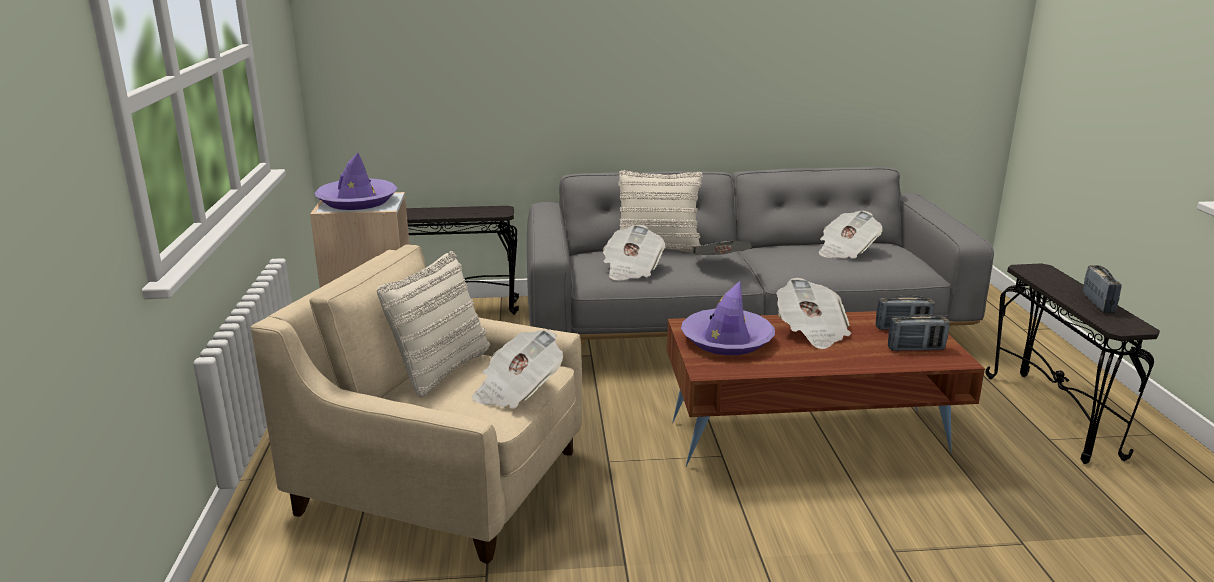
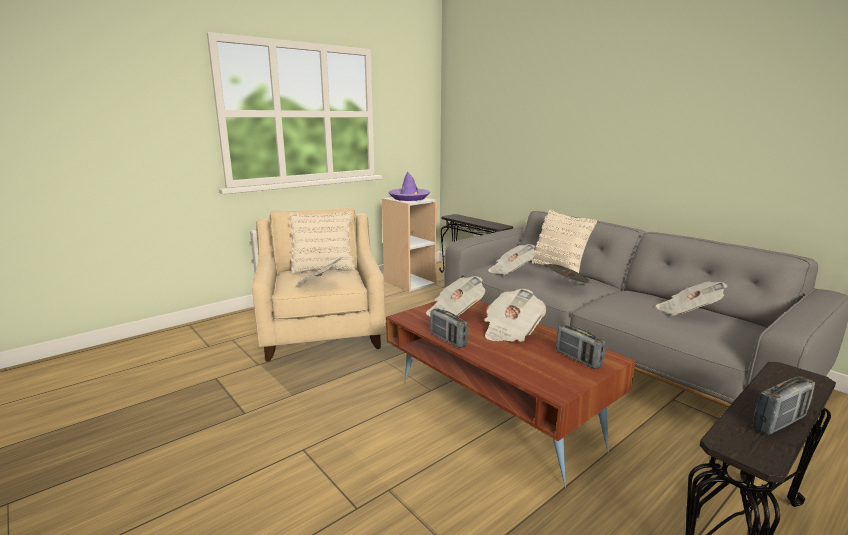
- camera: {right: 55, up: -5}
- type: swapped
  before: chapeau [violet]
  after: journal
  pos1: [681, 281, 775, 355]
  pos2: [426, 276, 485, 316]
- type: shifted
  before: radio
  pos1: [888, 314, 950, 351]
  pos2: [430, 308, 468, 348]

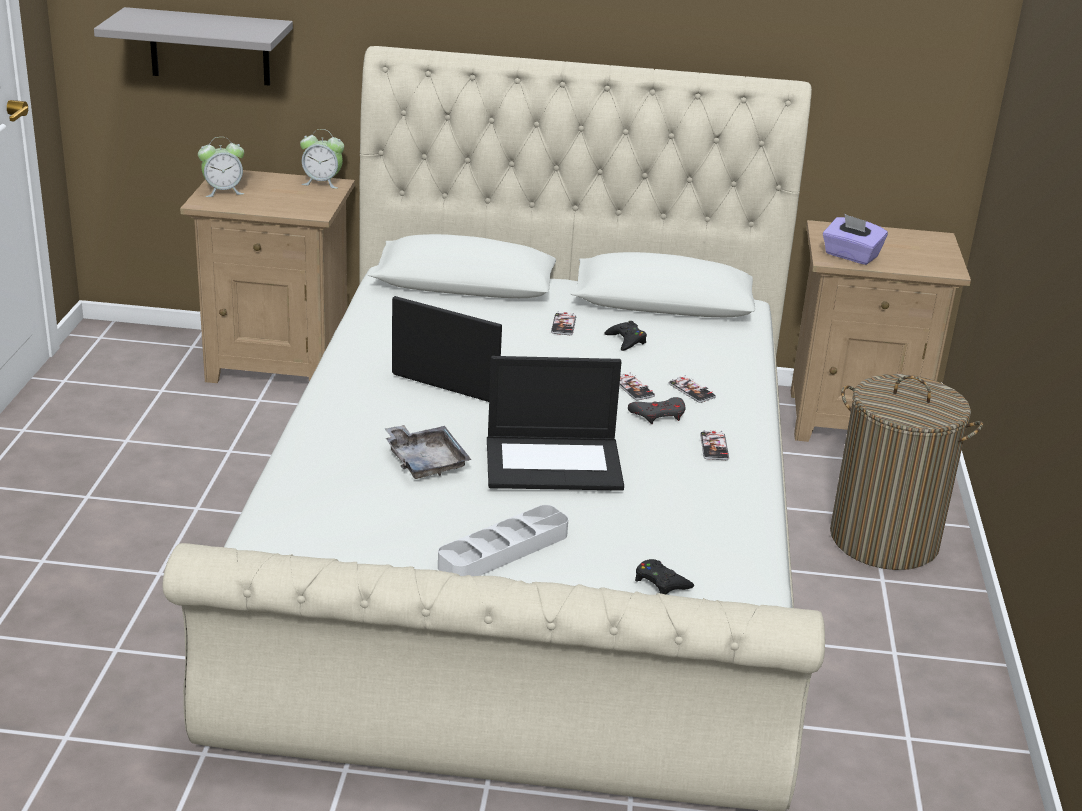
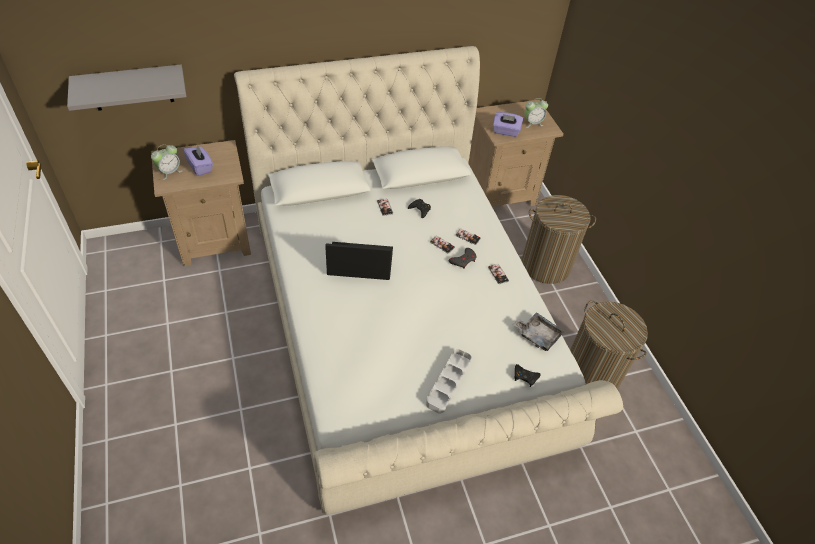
- camera: {right: -25, up: 20}
- type: shifted
  before: réveil
  pos1: [300, 129, 344, 189]
  pos2: [524, 98, 548, 128]
- type: shifted
  before: plateau [gris]
  pos1: [384, 425, 471, 479]
  pos2: [513, 312, 565, 351]
- type: gone
  before: ordinateur portable
  pos1: [487, 356, 624, 491]
- type: new
  after: boîte à mouchoirs [violet]
  pos2: [183, 144, 213, 176]
- type: new
  after: panier à linge
  pos2: [570, 301, 648, 389]

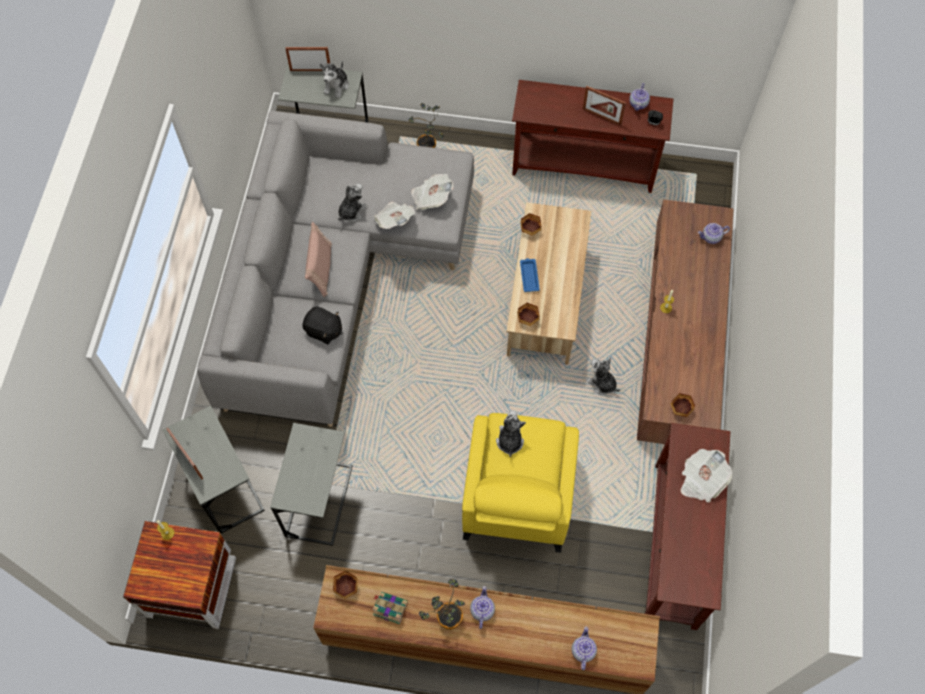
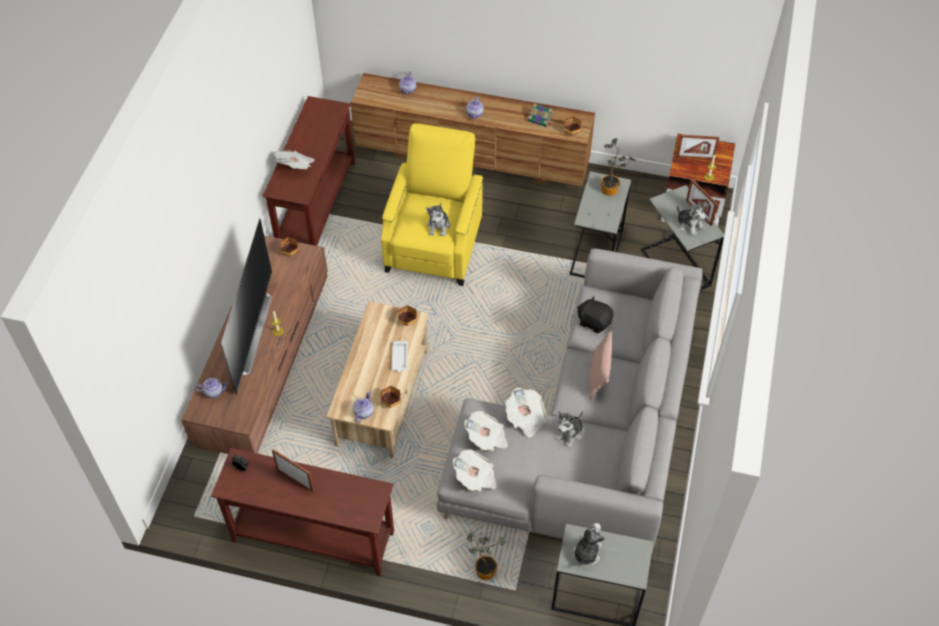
- camera: {right: -175, up: -10}
- type: shifted
  before: cadre photo
  pos1: [285, 47, 330, 71]
  pos2: [676, 135, 719, 159]
- type: shifted
  before: plante en pot
  pos1: [419, 579, 465, 629]
  pos2: [601, 138, 636, 196]
- type: repainted
  before: plateau [bleu]
  after: plateau [blanc]
  pos1: [520, 258, 540, 292]
  pos2: [392, 341, 408, 372]
- type: shifted
  before: peluche
  pos1: [586, 358, 620, 395]
  pos2: [677, 202, 706, 236]
- type: shifted
  before: théière
  pos1: [629, 83, 650, 111]
  pos2: [353, 391, 374, 422]
- type: new
  after: téléviseur
  pos2: [221, 219, 272, 394]
- type: new
  after: journal
  pos2: [453, 449, 496, 491]

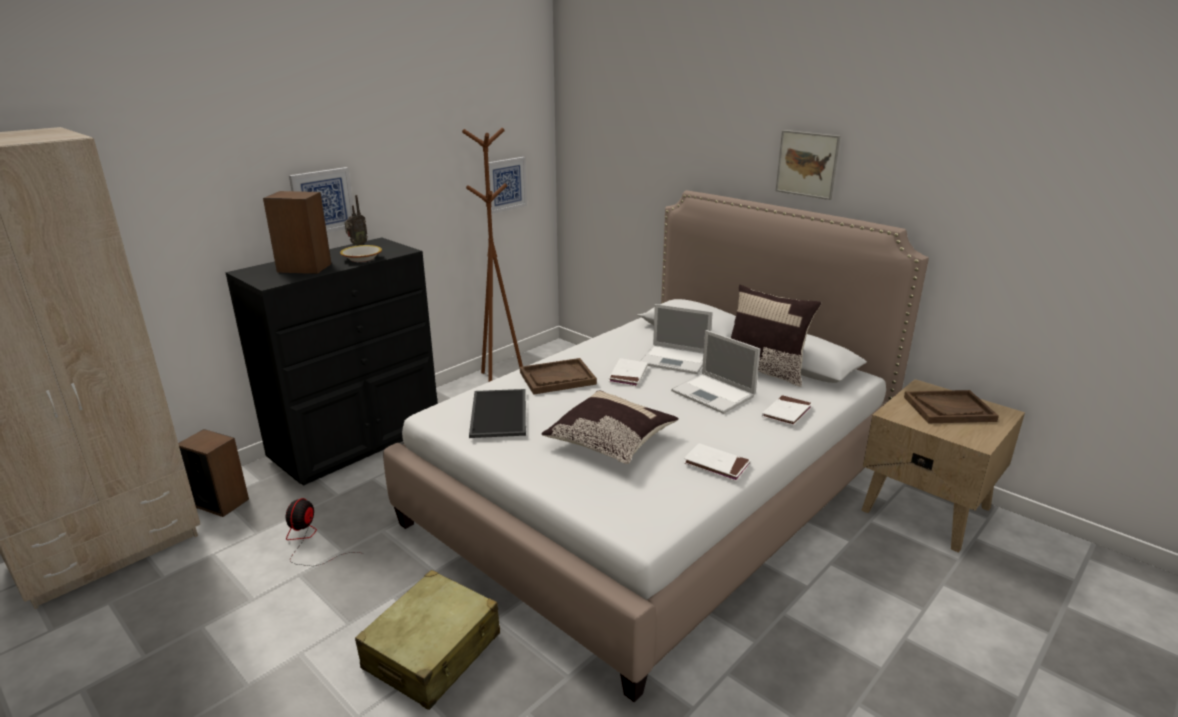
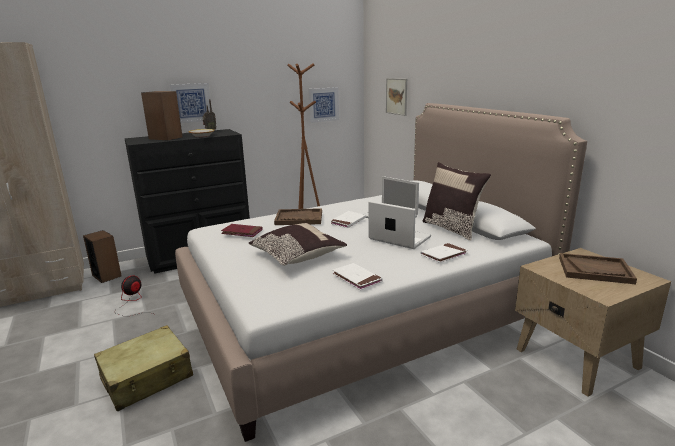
- camera: {right: 20, up: -5}
- type: swapped
  before: plateau
  after: livre [rouge]
  pos1: [469, 389, 526, 438]
  pos2: [221, 224, 263, 237]
- type: rotated
  before: ordinateur portable
  pos1: [671, 330, 760, 414]
  pos2: [368, 201, 431, 249]
  turn: 150
- type: shifted
  before: tableau
  pos1: [775, 130, 841, 200]
  pos2: [386, 78, 407, 116]

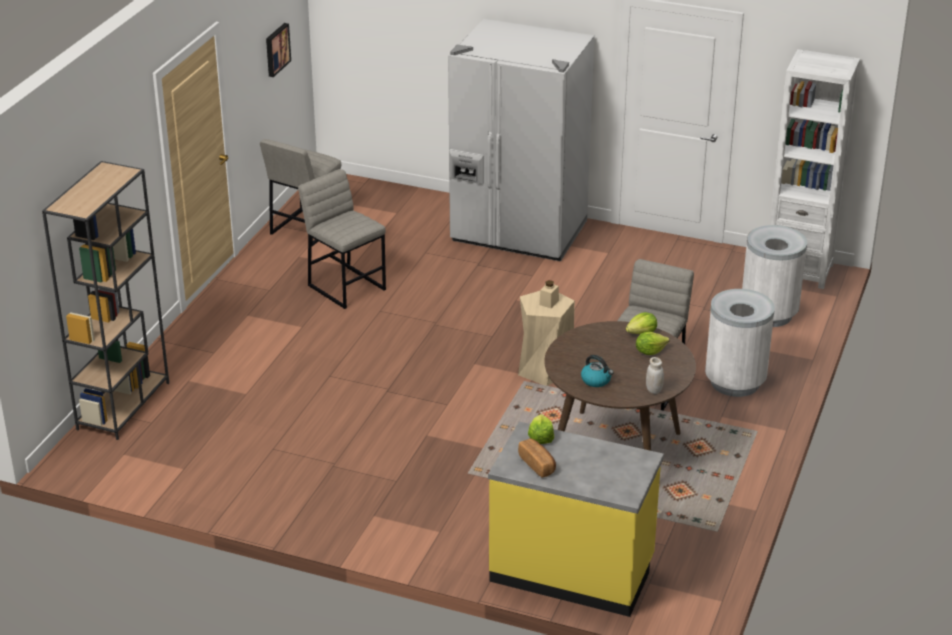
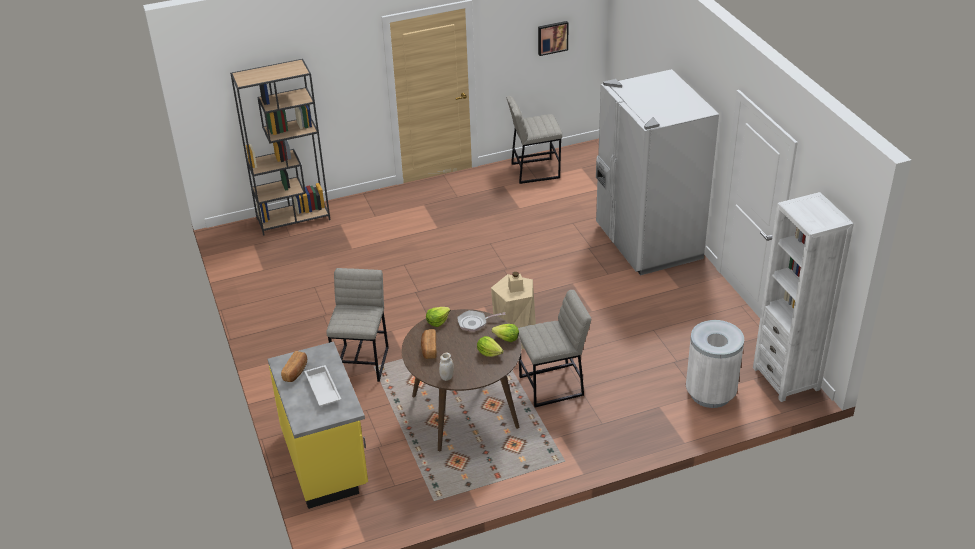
- camera: {right: 50, up: 5}
- type: shifted
  before: chaise [gris]
  pos1: [298, 169, 386, 309]
  pos2: [326, 268, 389, 382]
- type: shifted
  before: laitue
  pos1: [528, 414, 554, 444]
  pos2: [426, 307, 451, 327]
- type: swapped
  before: bouilloire
  after: pain
  pos1: [581, 355, 614, 387]
  pos2: [421, 329, 437, 359]
- type: gone
  before: poubelle [blanc]
  pos1: [705, 289, 775, 397]
- type: new
  after: plateau [blanc]
  pos2: [304, 365, 341, 406]
- type: new
  after: poêle
  pos2: [458, 310, 506, 332]

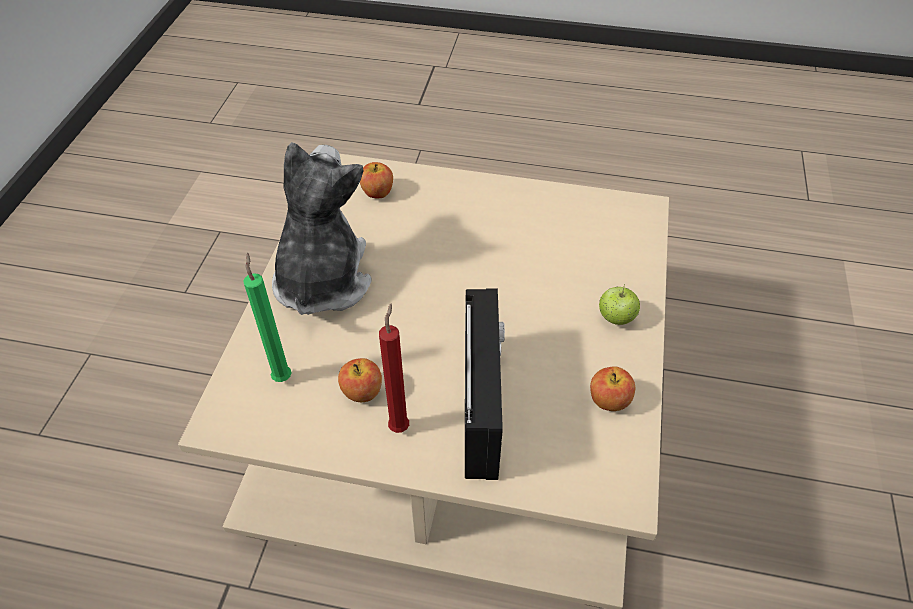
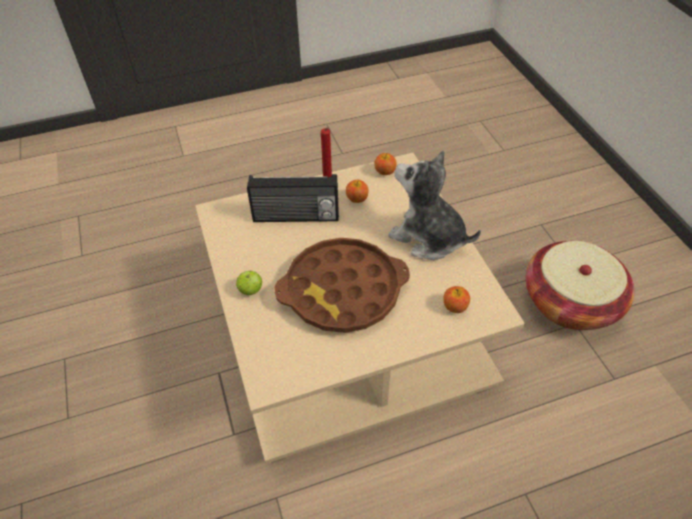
- camera: {right: 150, up: 0}
- type: gone
  before: bougie [vert]
  pos1: [243, 253, 292, 382]
- type: rotated
  before: peluche
  pos1: [272, 142, 371, 315]
  pos2: [388, 150, 481, 260]
  turn: 150
- type: rotated
  before: radio
  pos1: [465, 288, 505, 480]
  pos2: [247, 174, 339, 222]
  turn: -60
- type: shifted
  before: pomme
  pos1: [590, 366, 635, 411]
  pos2: [374, 153, 397, 175]
- type: new
  after: plateau [marron]
  pos2: [274, 238, 410, 333]
- type: new
  after: panier
  pos2: [526, 241, 635, 330]

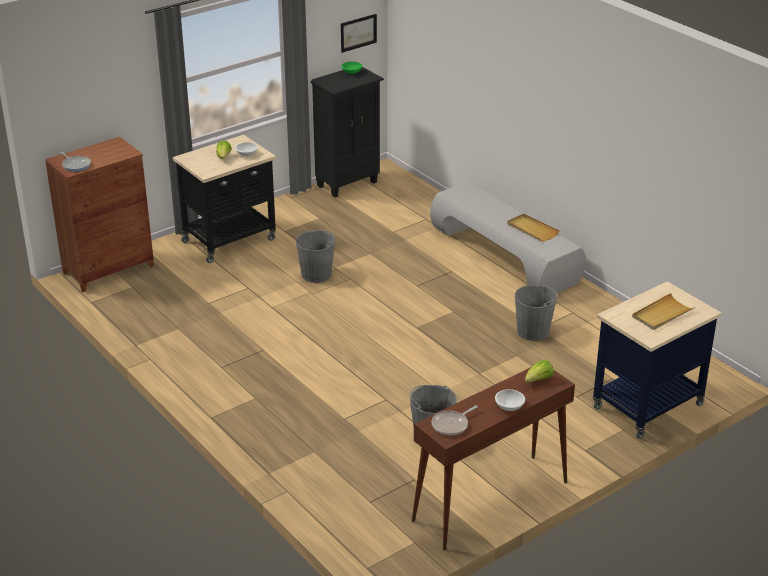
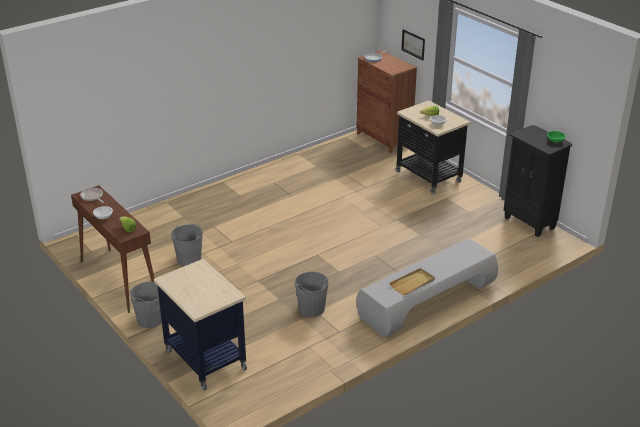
- camera: {right: 90, up: 0}
- type: shifted
  before: seau [gris]
  pos1: [296, 230, 335, 283]
  pos2: [130, 282, 162, 328]
- type: shifted
  before: tableau
  pos1: [341, 14, 377, 53]
  pos2: [401, 29, 425, 60]
- type: gone
  before: plateau [beige]
  pos1: [632, 293, 695, 330]

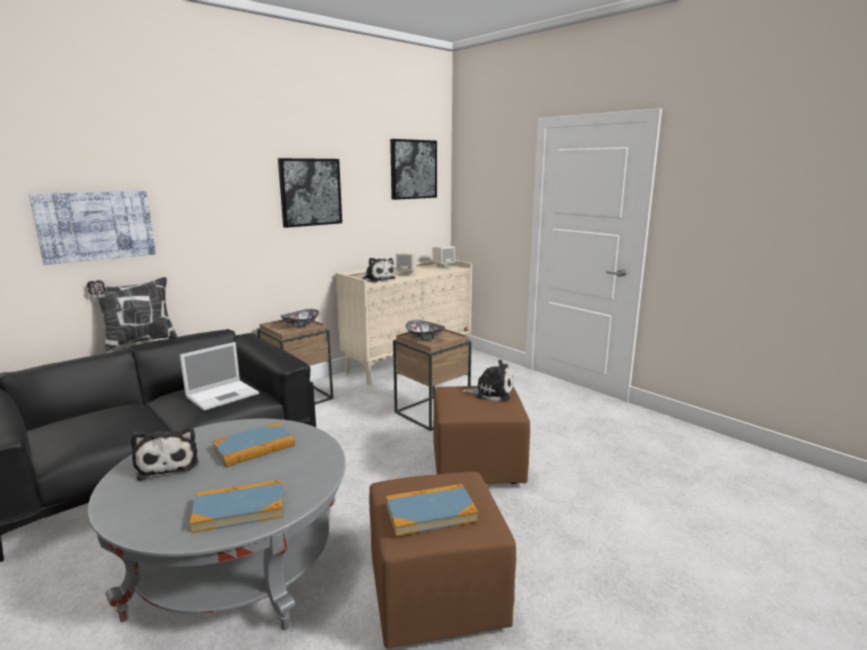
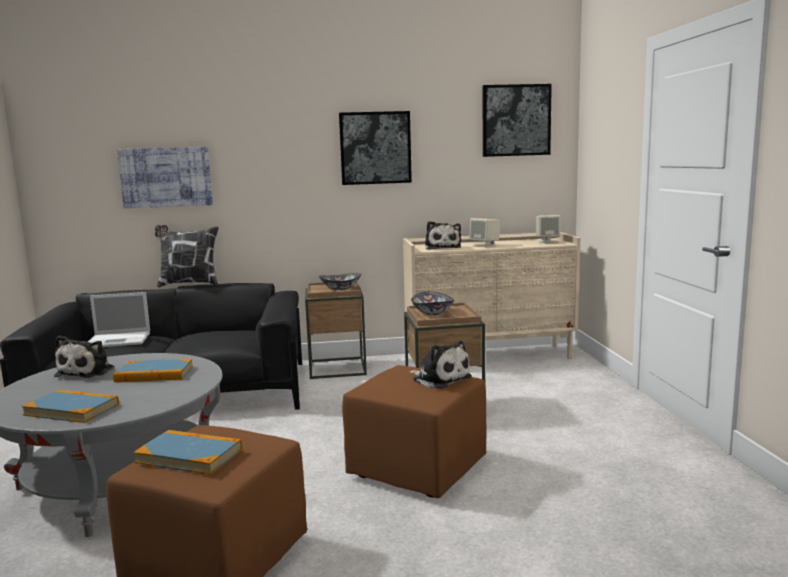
- camera: {right: 35, up: -5}
- type: shifted
  before: ordinateur portable
  pos1: [180, 342, 259, 411]
  pos2: [88, 292, 150, 347]

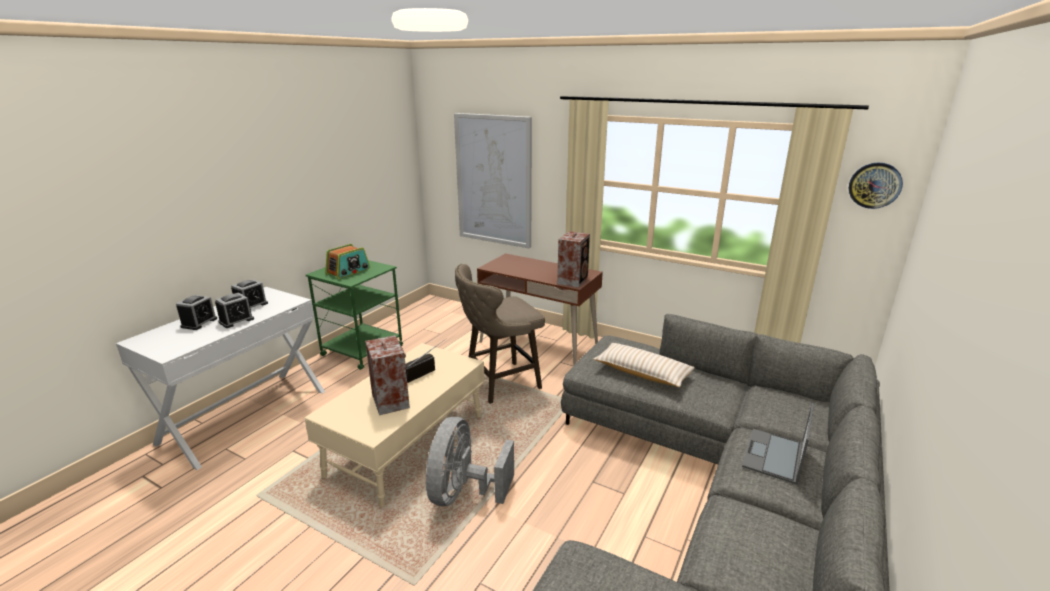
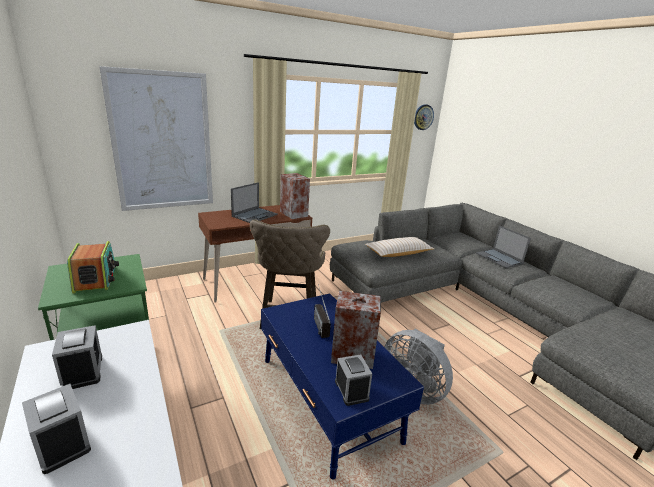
- camera: {right: -60, up: 0}
- type: shifted
  before: réveil
  pos1: [215, 292, 254, 328]
  pos2: [335, 355, 372, 406]
- type: repainted
  before: table basse [beige]
  after: table basse [bleu]
  pos1: [304, 343, 485, 507]
  pos2: [261, 294, 424, 480]
- type: new
  after: ordinateur portable
  pos2: [231, 182, 278, 223]

